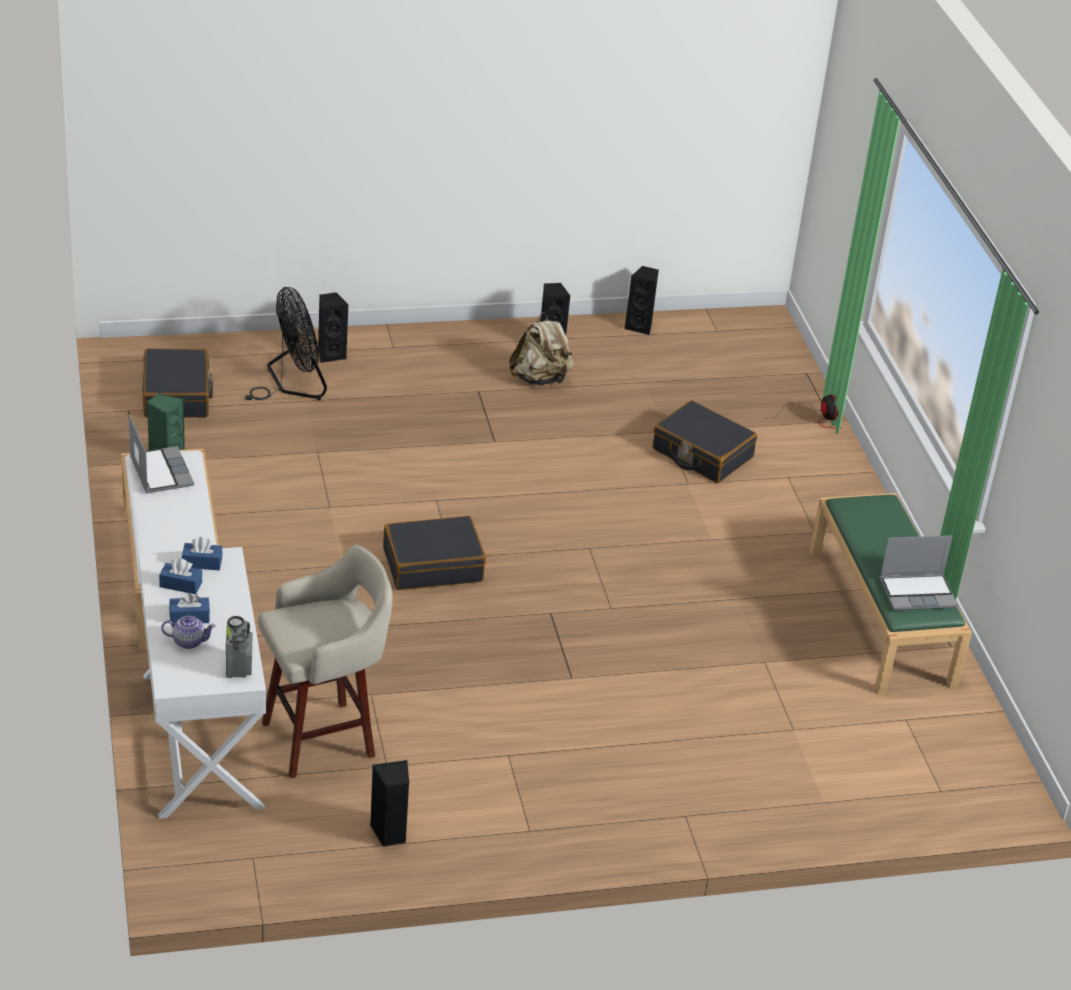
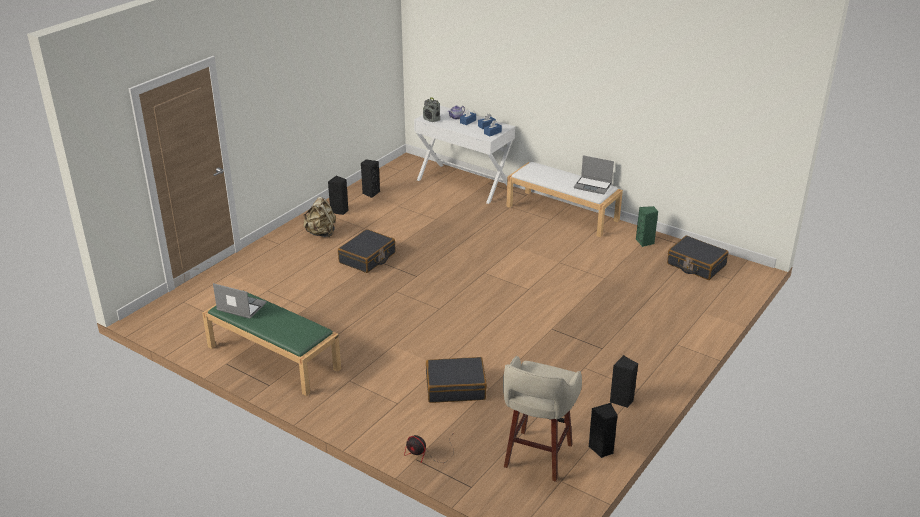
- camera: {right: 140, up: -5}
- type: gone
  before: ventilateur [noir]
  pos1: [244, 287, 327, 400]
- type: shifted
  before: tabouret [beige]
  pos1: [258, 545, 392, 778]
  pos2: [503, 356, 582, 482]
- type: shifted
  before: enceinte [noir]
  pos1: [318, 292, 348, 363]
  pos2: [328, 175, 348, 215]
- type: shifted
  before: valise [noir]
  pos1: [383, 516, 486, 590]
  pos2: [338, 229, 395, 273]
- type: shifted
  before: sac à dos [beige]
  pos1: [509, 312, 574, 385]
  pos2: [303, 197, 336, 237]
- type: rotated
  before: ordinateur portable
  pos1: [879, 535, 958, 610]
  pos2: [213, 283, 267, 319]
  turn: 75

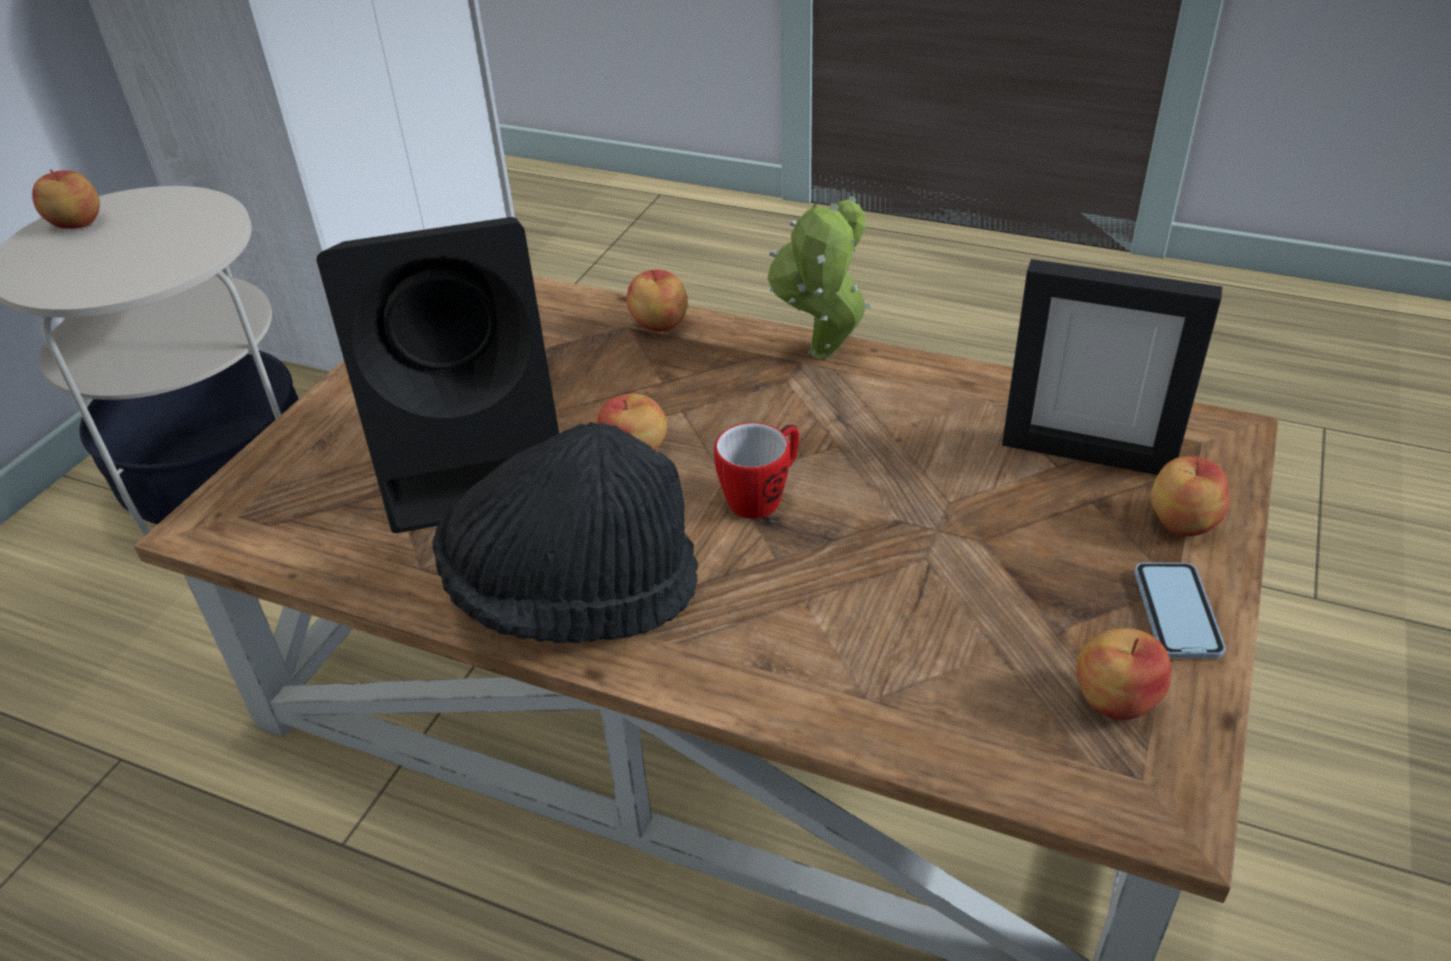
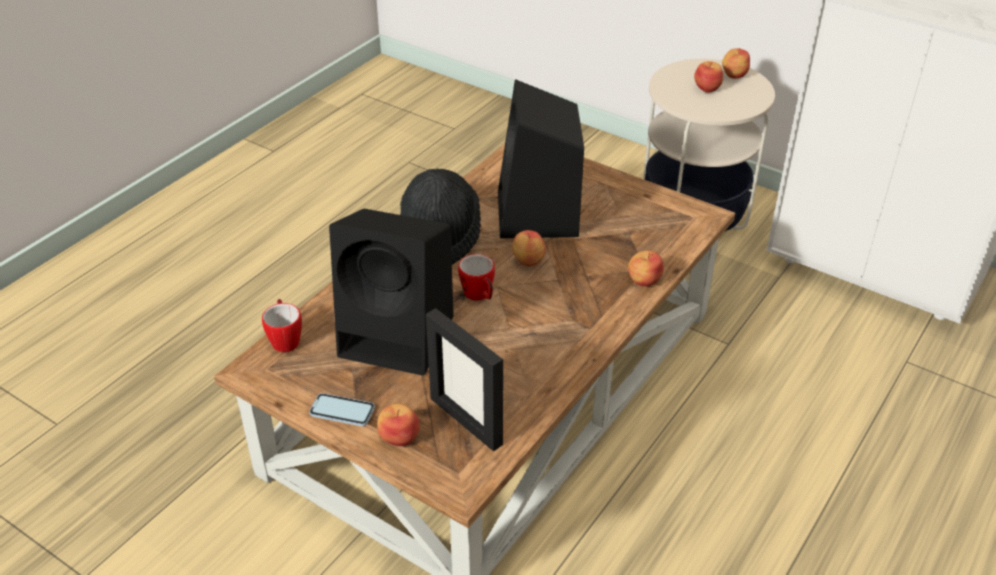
- camera: {right: 100, up: 0}
- type: gone
  before: plante en pot
  pos1: [767, 196, 871, 360]
- type: rotated
  before: cadre photo
  pos1: [1002, 259, 1223, 475]
  pos2: [426, 308, 503, 451]
  turn: -75
- type: shifted
  before: pomme
  pos1: [1077, 628, 1171, 720]
  pos2: [694, 61, 723, 93]
- type: new
  after: mug
  pos2: [262, 299, 302, 352]
- type: new
  after: enceinte [noir]
  pos2: [329, 209, 454, 376]

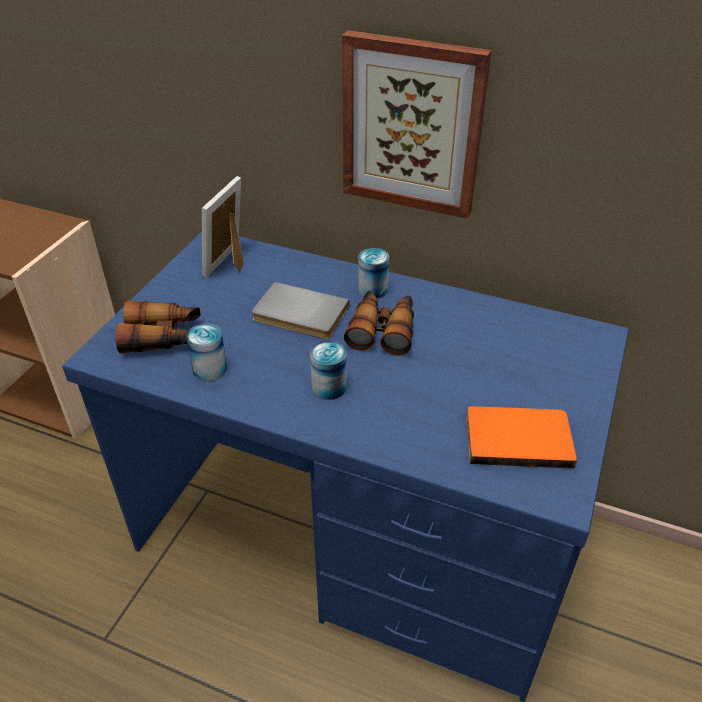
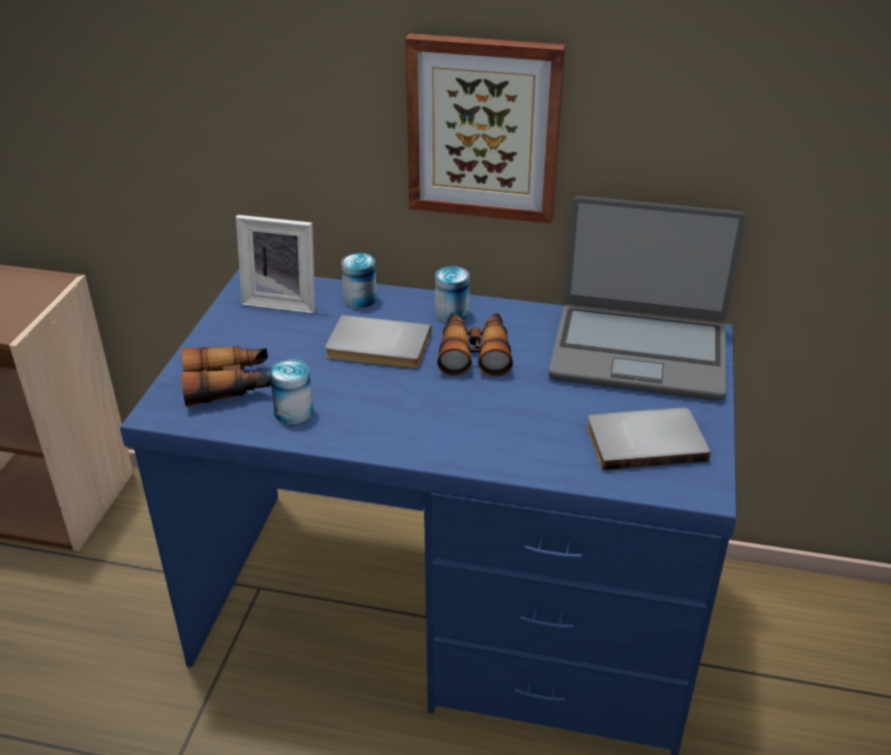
- camera: {right: -10, up: -5}
- type: rotated
  before: cadre photo
  pos1: [202, 176, 244, 278]
  pos2: [236, 215, 315, 314]
  turn: -90
- type: shifted
  before: boîte métallique
  pos1: [310, 341, 347, 400]
  pos2: [341, 253, 377, 308]
- type: repainted
  before: livre [orange]
  after: livre [gris]
  pos1: [466, 406, 577, 469]
  pos2: [587, 408, 711, 470]
- type: new
  after: ordinateur portable
  pos2: [549, 196, 746, 401]

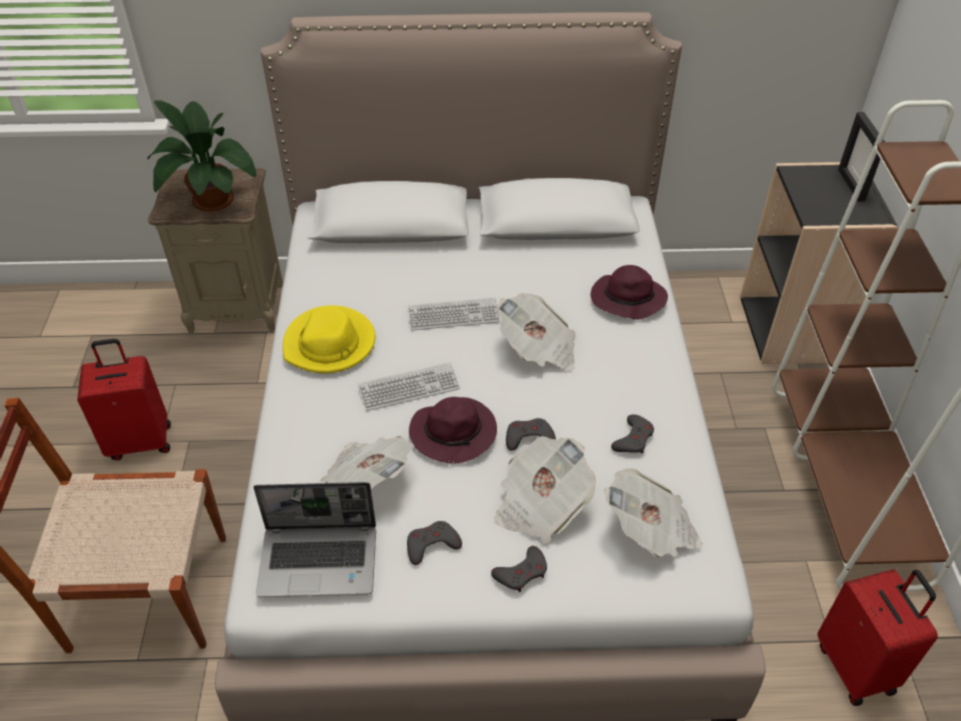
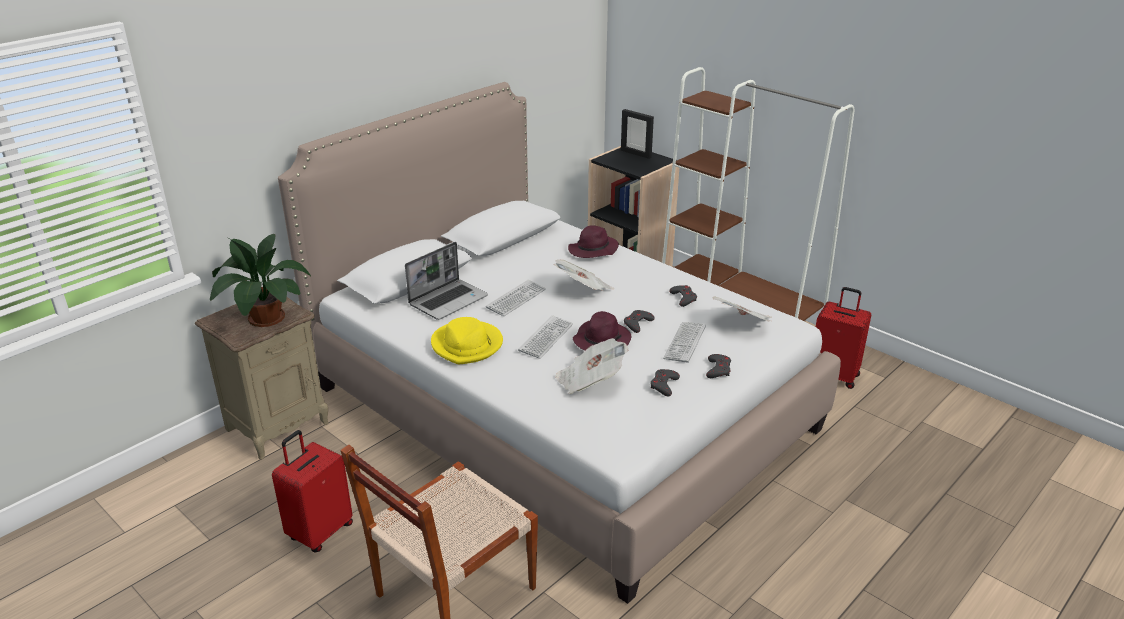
- camera: {right: -45, up: -15}
- type: shifted
  before: ordinateur portable
  pos1: [254, 482, 376, 597]
  pos2: [405, 242, 488, 320]
- type: swapped
  before: journal
  after: clavier
  pos1: [494, 436, 596, 542]
  pos2: [663, 322, 706, 363]

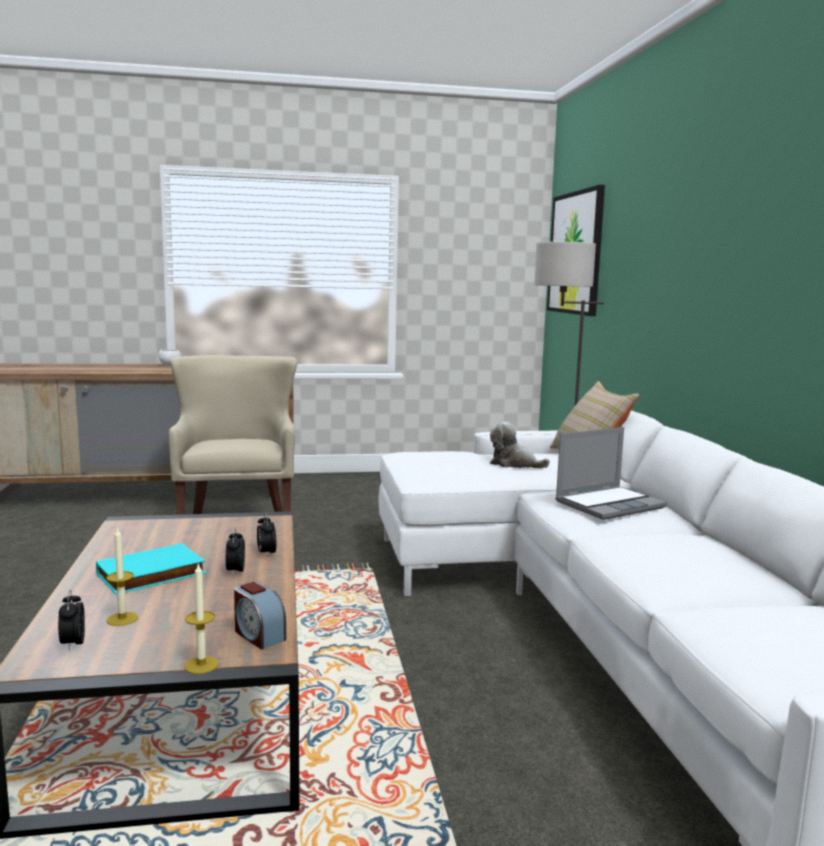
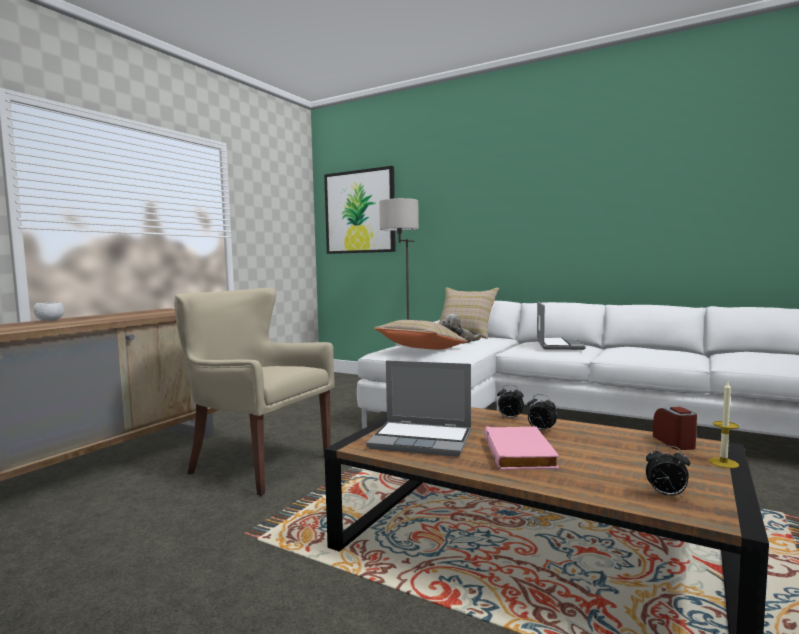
- camera: {right: -50, up: -5}
- type: repainted
  before: livre [turquoise]
  after: livre [rose]
  pos1: [96, 543, 206, 595]
  pos2: [484, 427, 559, 470]
- type: gone
  before: bougie
  pos1: [106, 527, 138, 626]
- type: rotated
  before: réveil
  pos1: [234, 582, 286, 650]
  pos2: [653, 407, 697, 450]
  turn: -90
- type: new
  after: ordinateur portable
  pos2: [366, 361, 471, 457]
- type: new
  after: coussin [beige]
  pos2: [374, 320, 468, 350]

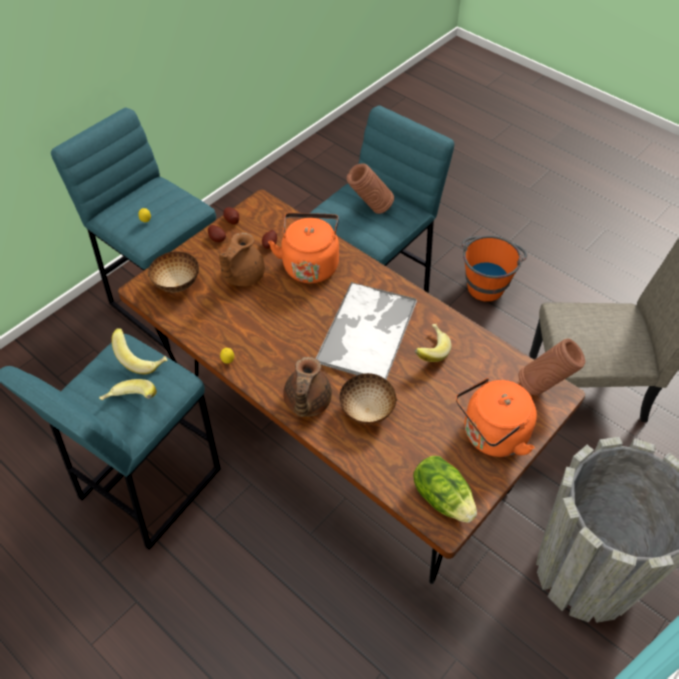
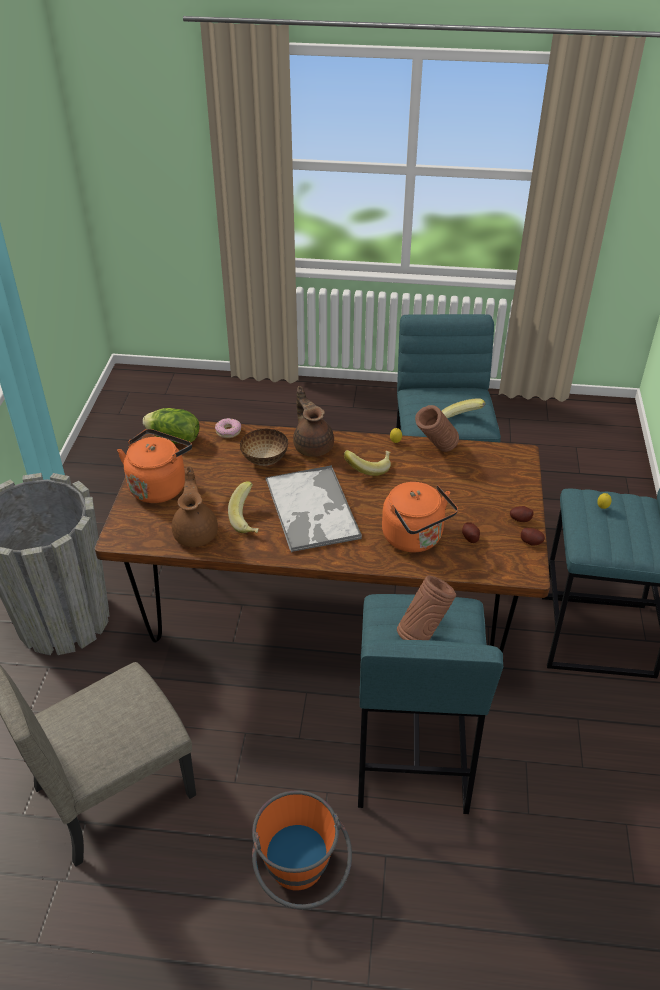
- camera: {right: 145, up: -10}
- type: shifted
  before: banane
  pos1: [99, 379, 157, 400]
  pos2: [344, 450, 391, 476]
- type: gone
  before: bol
  pos1: [147, 251, 199, 292]
- type: shifted
  before: théière [marron]
  pos1: [219, 232, 265, 286]
  pos2: [172, 466, 218, 547]
- type: shifted
  before: vase [marron]
  pos1: [519, 339, 585, 396]
  pos2: [415, 405, 459, 452]
- type: new
  after: beignet
  pos2: [215, 418, 241, 438]

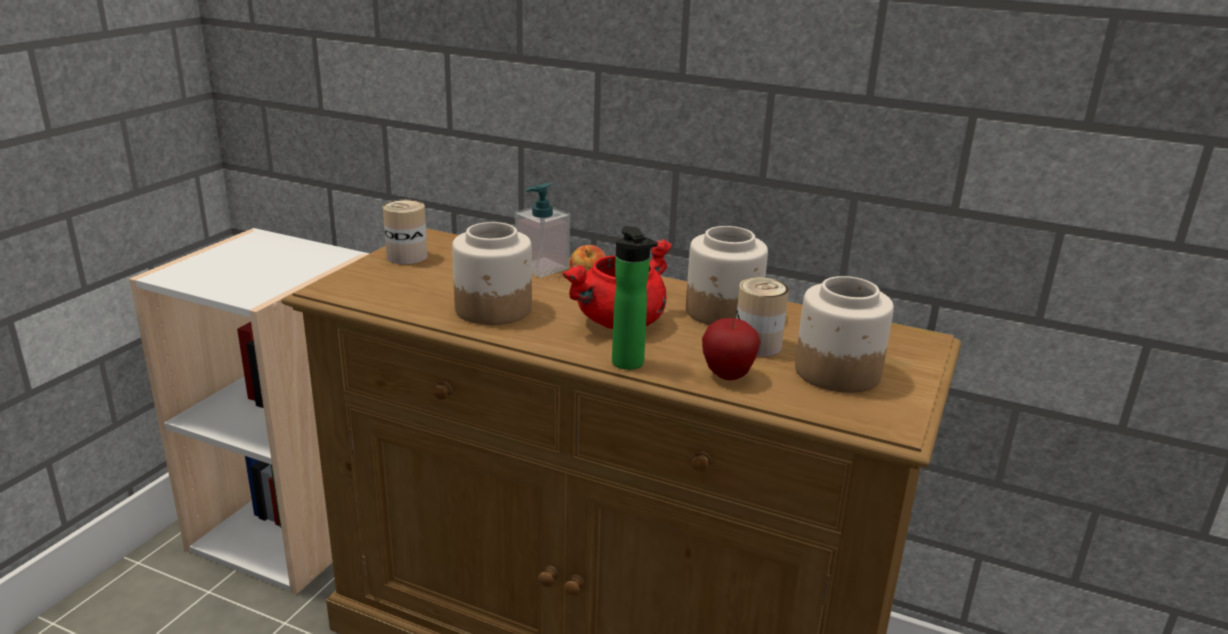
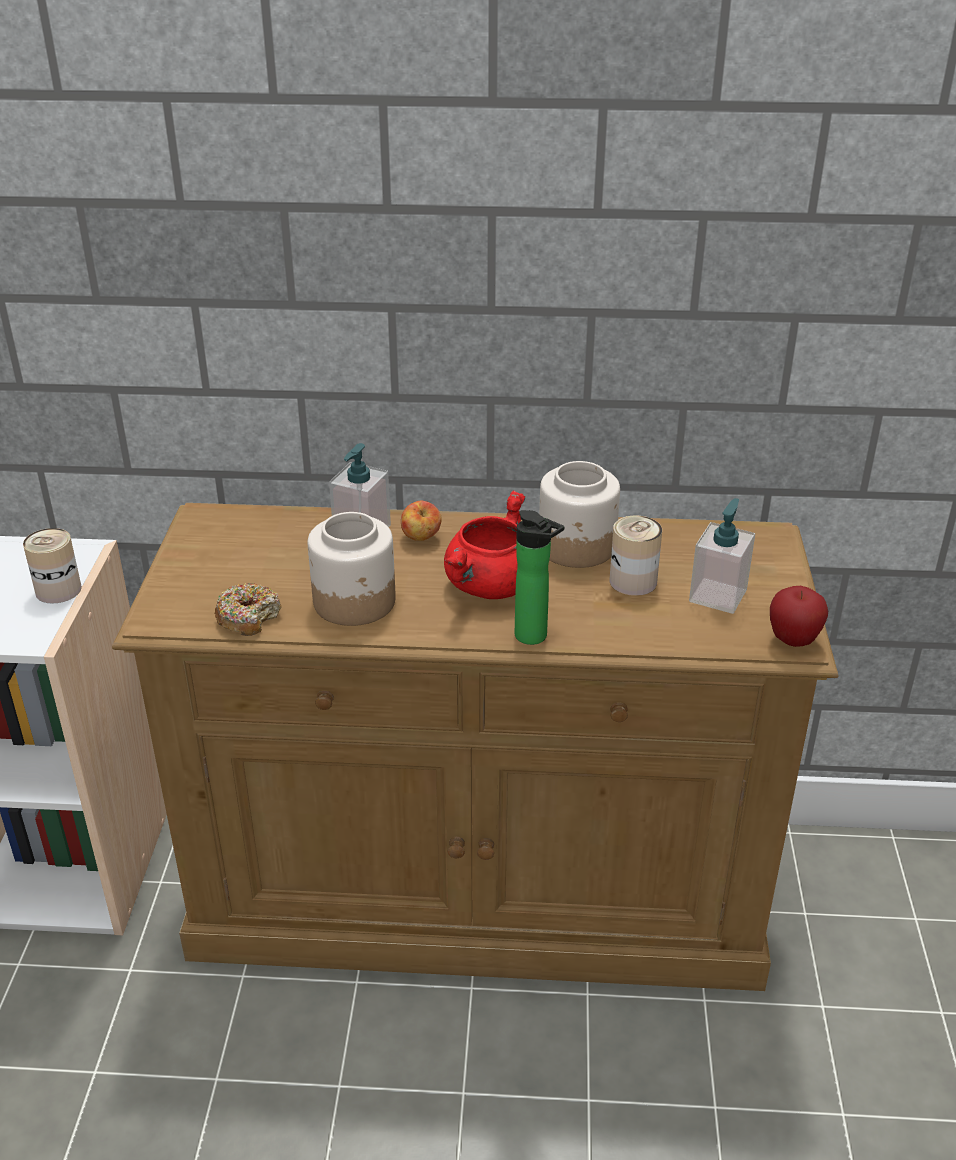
- camera: {right: -20, up: 10}
- type: shifted
  before: boîte métallique
  pos1: [383, 200, 427, 264]
  pos2: [23, 528, 82, 604]
- type: shifted
  before: pomme
  pos1: [702, 318, 761, 380]
  pos2: [770, 586, 828, 647]
- type: swapped
  before: bocal
  after: distributeur de savon
  pos1: [795, 276, 894, 393]
  pos2: [689, 498, 755, 614]
- type: new
  after: beignet
  pos2: [215, 583, 282, 636]

